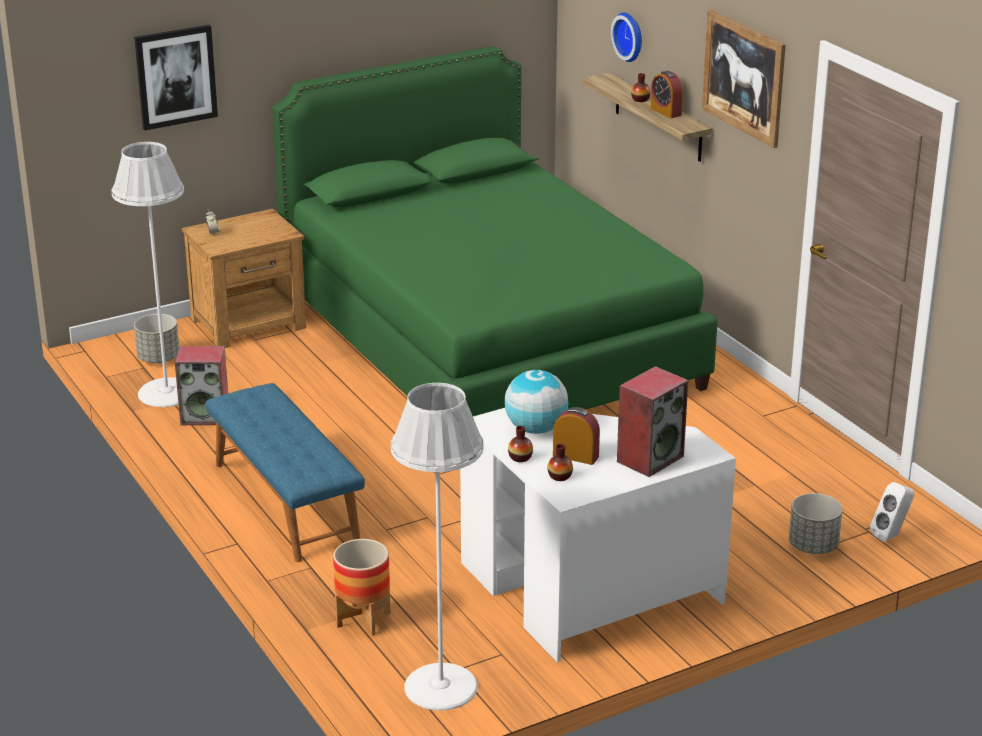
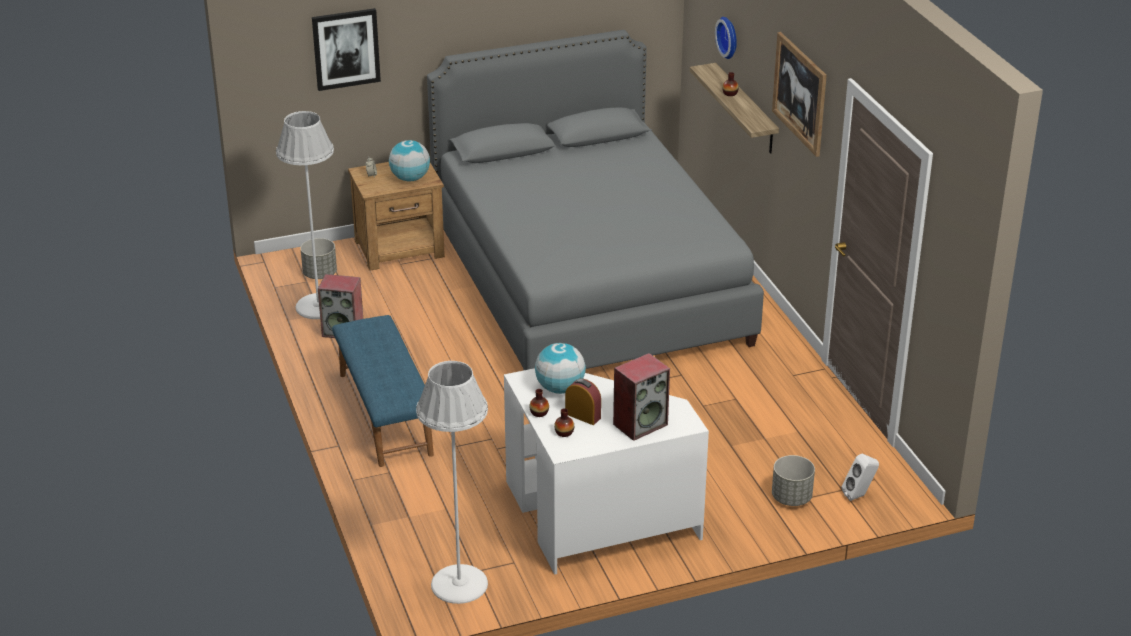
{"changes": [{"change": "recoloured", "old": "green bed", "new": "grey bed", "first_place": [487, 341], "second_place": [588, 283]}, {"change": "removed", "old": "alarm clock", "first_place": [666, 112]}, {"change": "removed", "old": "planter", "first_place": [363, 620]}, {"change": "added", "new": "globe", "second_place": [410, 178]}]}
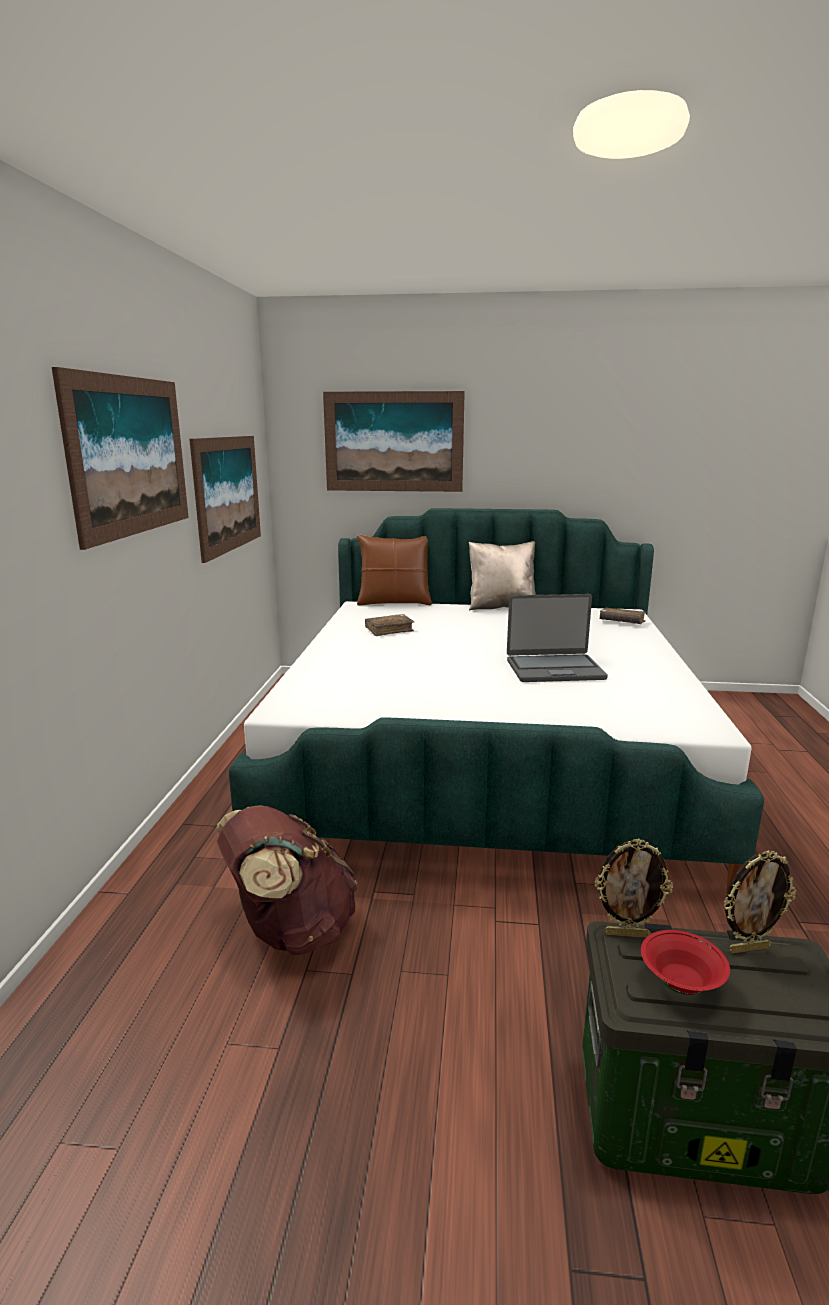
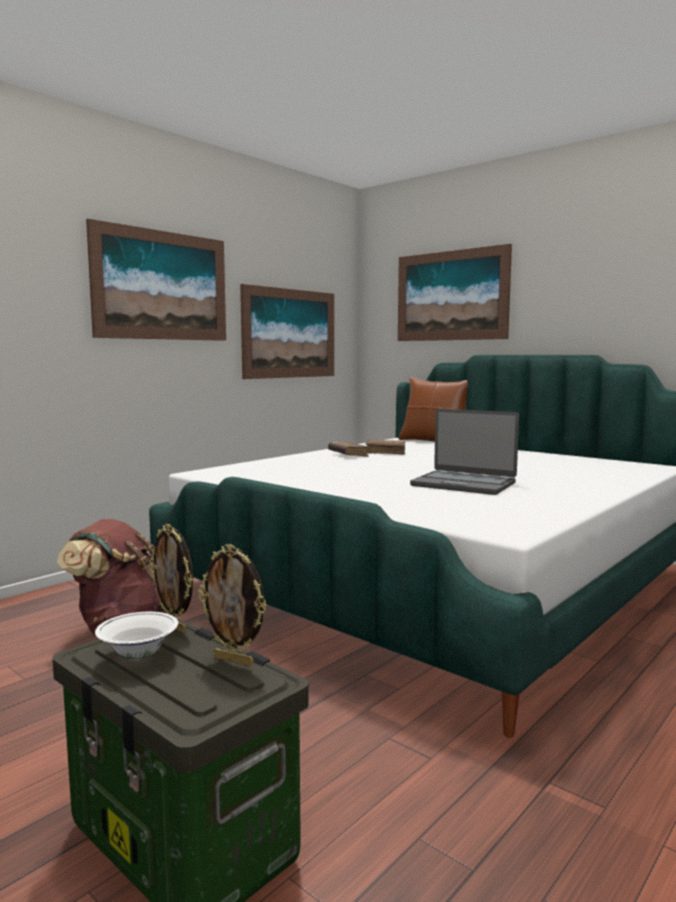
{"changes": [{"change": "removed", "old": "beige pillow", "first_place": [501, 606]}, {"change": "moved", "old": "brown book", "first_place": [621, 622], "second_place": [348, 455]}, {"change": "recoloured", "old": "red bowl", "new": "white bowl", "first_place": [681, 984], "second_place": [138, 655]}]}
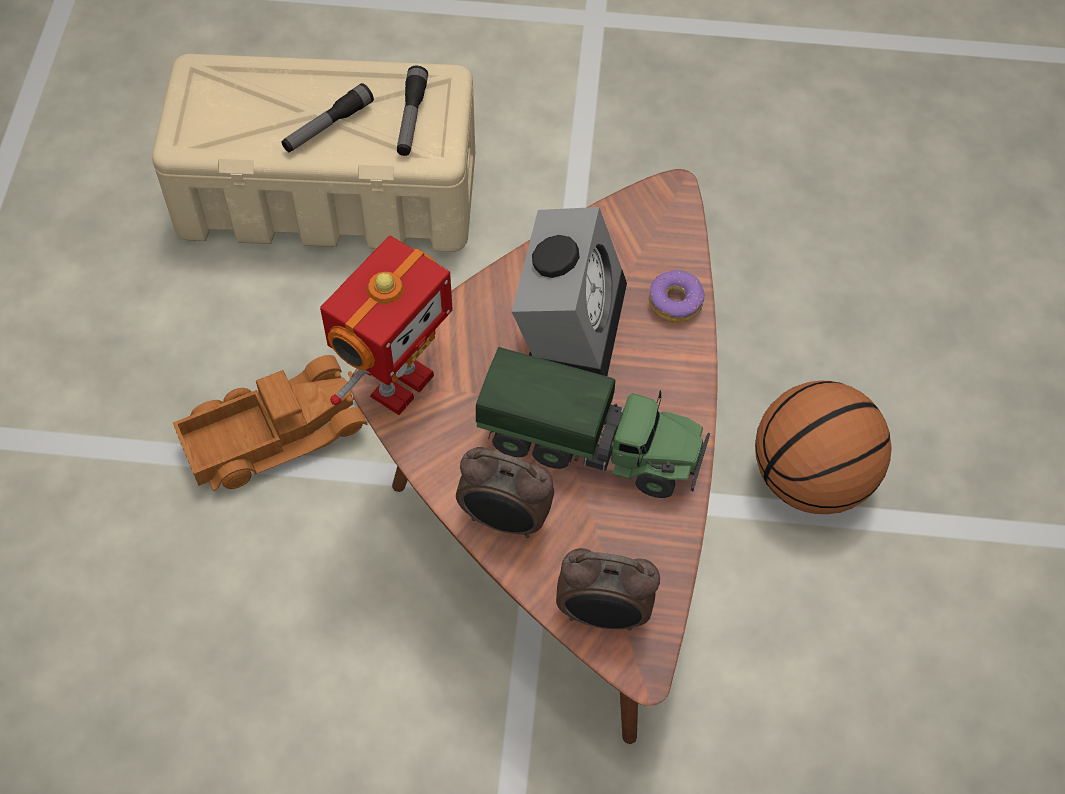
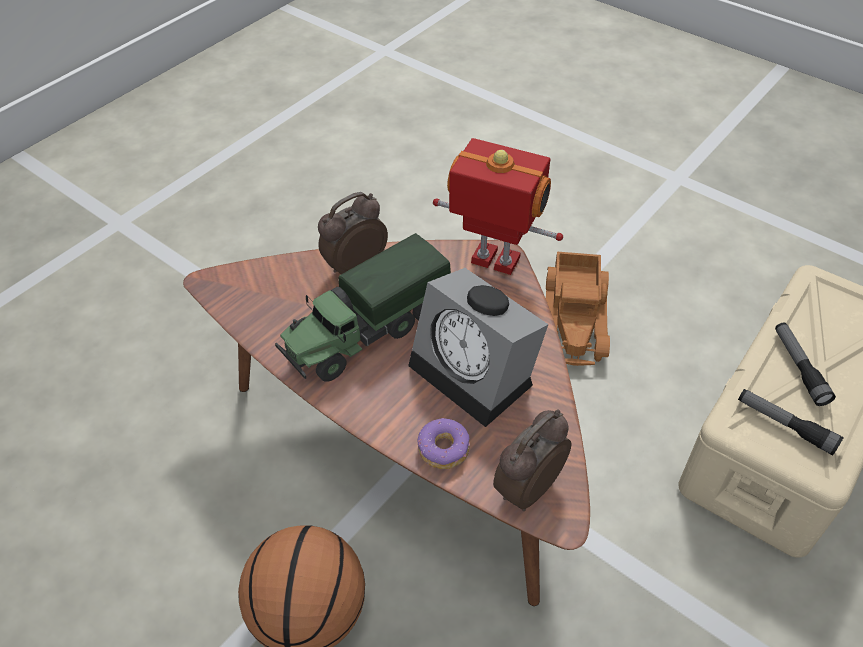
{"changes": [{"change": "turned", "old": "toy robot", "first_place": [398, 383], "second_place": [494, 262], "degrees": 135}, {"change": "moved", "old": "alarm clock", "first_place": [603, 615], "second_place": [526, 488]}]}
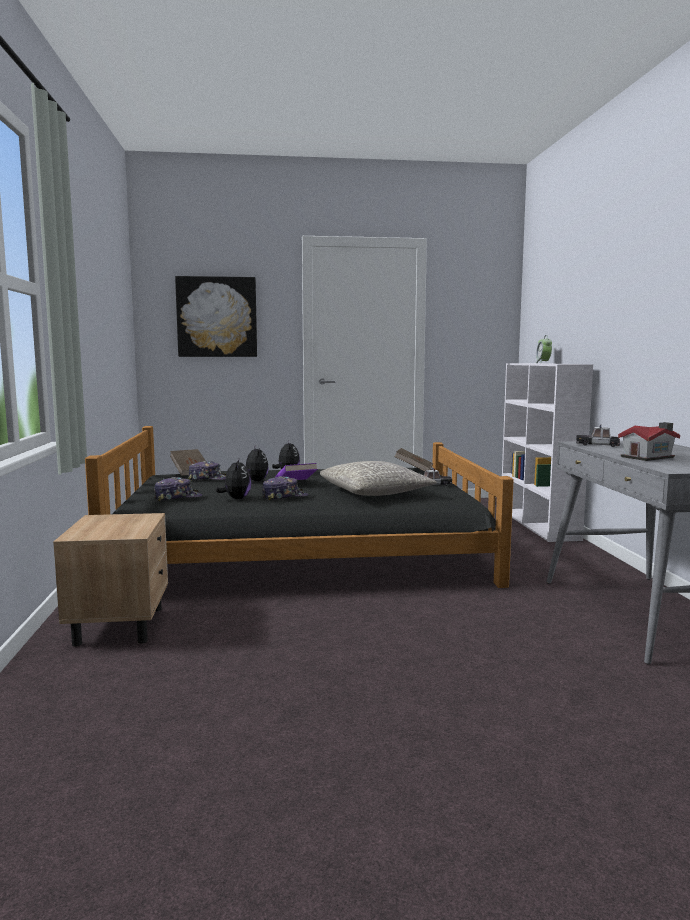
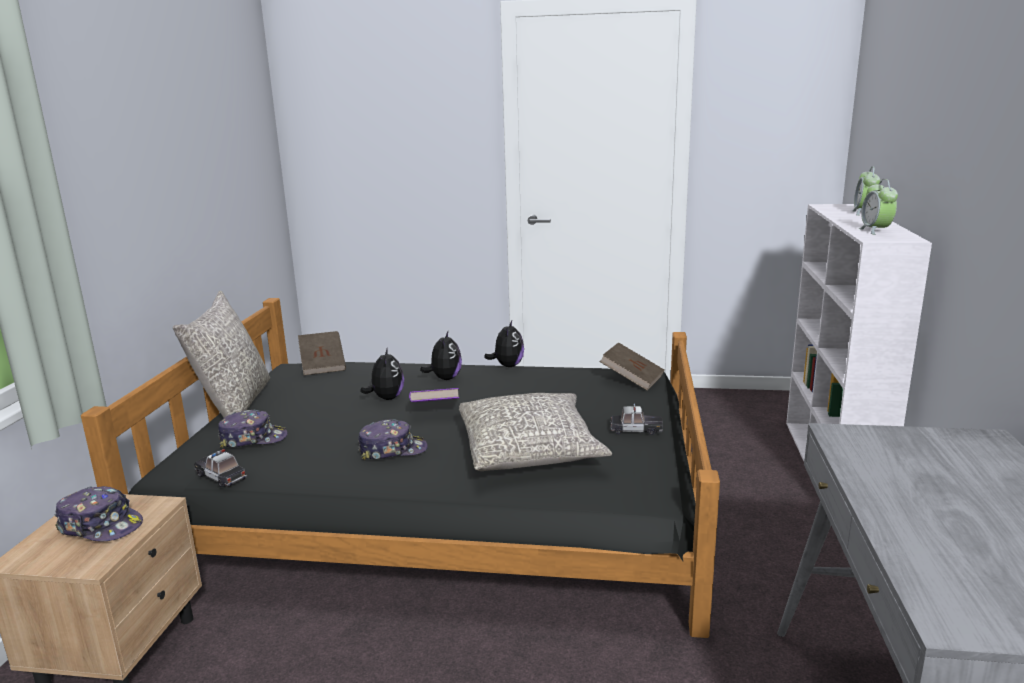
{"changes": [{"change": "removed", "old": "picture", "first_place": [217, 317]}, {"change": "removed", "old": "toy house", "first_place": [649, 457]}, {"change": "moved", "old": "toy car", "first_place": [597, 444], "second_place": [221, 475]}, {"change": "moved", "old": "plush toy", "first_place": [236, 498], "second_place": [507, 366]}, {"change": "moved", "old": "cap", "first_place": [208, 479], "second_place": [101, 526]}, {"change": "added", "new": "alarm clock", "second_place": [875, 231]}, {"change": "added", "new": "grey pillow", "second_place": [235, 404]}]}
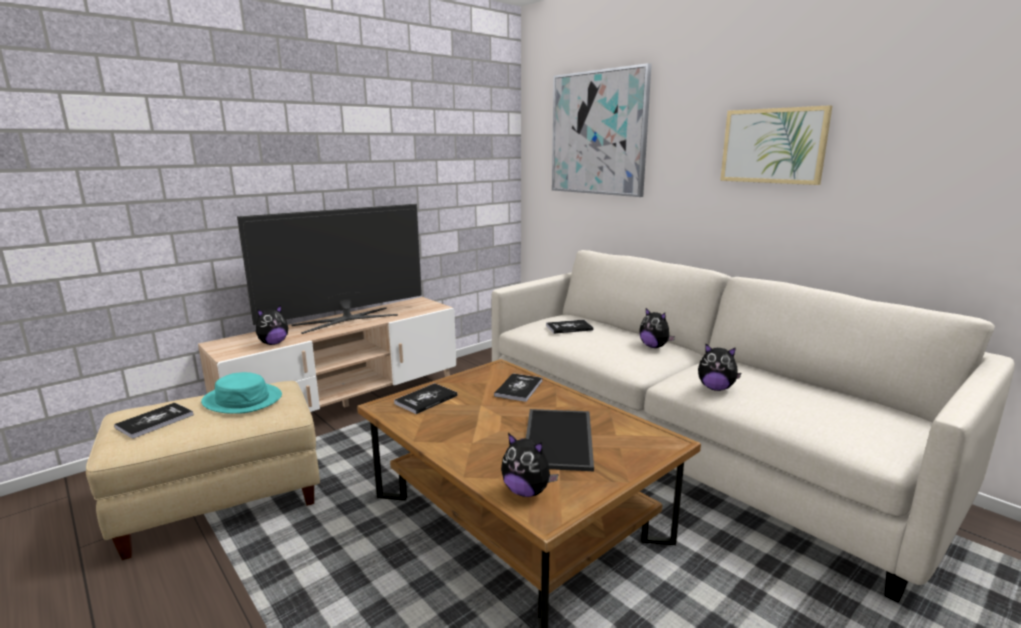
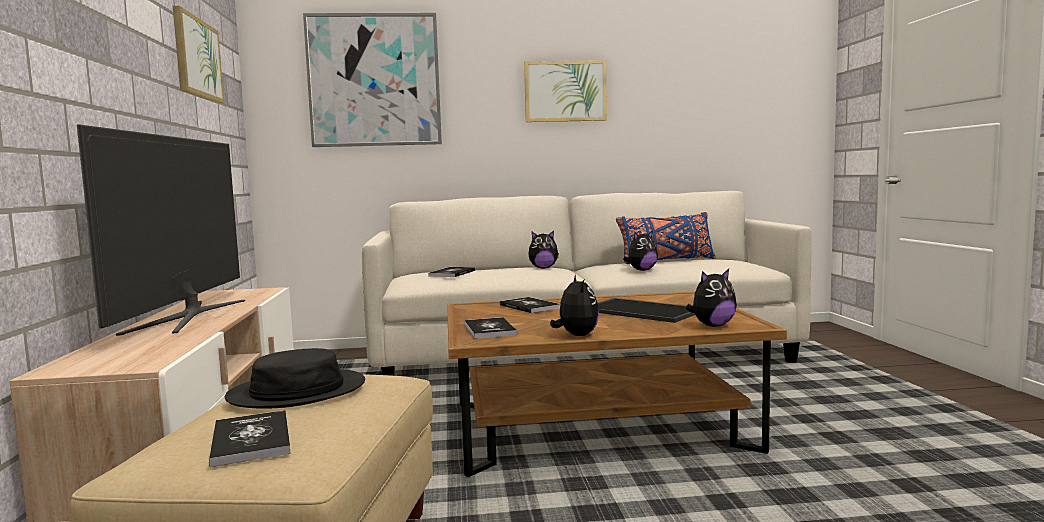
{"changes": [{"change": "moved", "old": "plush toy", "first_place": [273, 343], "second_place": [576, 335]}, {"change": "recoloured", "old": "turquoise hat", "new": "black hat", "first_place": [242, 399], "second_place": [297, 391]}, {"change": "added", "new": "picture", "second_place": [197, 58]}, {"change": "added", "new": "blue pillow", "second_place": [666, 261]}]}
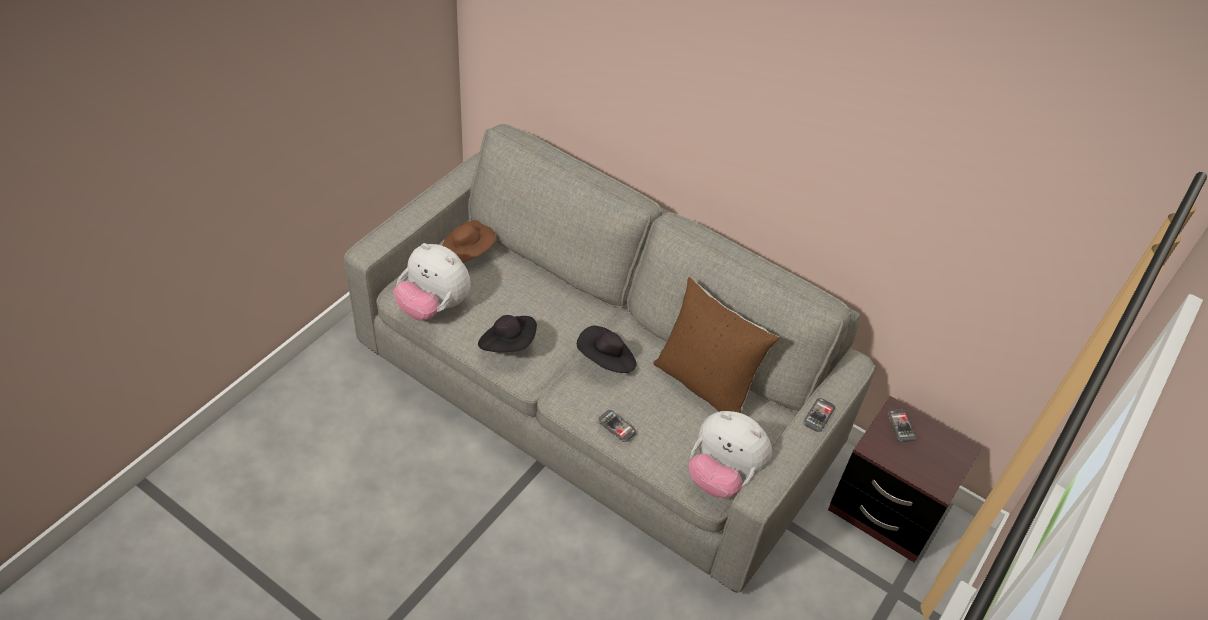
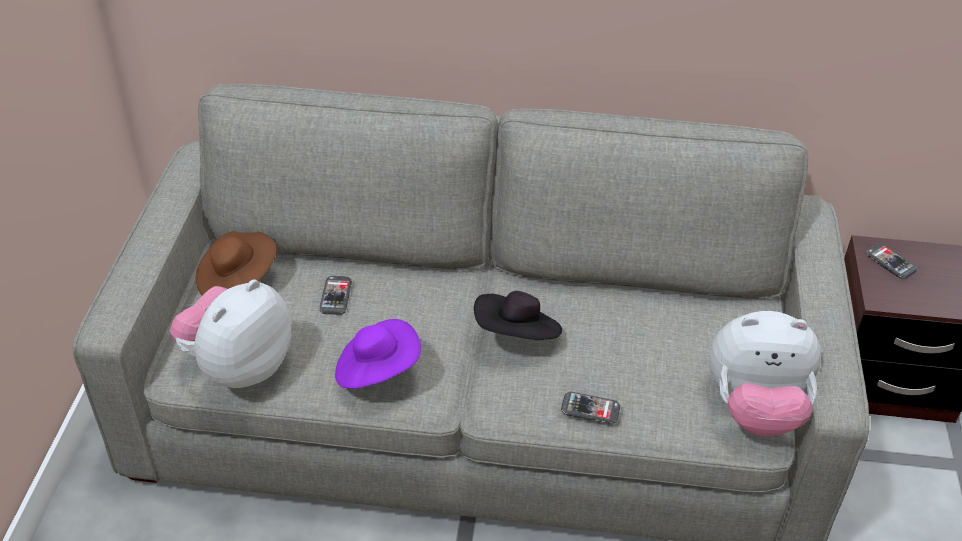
{"changes": [{"change": "turned", "old": "plush toy", "first_place": [434, 306], "second_place": [239, 366], "degrees": 120}, {"change": "removed", "old": "brown pillow", "first_place": [705, 383]}, {"change": "recoloured", "old": "black hat", "new": "purple hat", "first_place": [508, 344], "second_place": [377, 370]}, {"change": "moved", "old": "phone", "first_place": [818, 415], "second_place": [335, 296]}]}
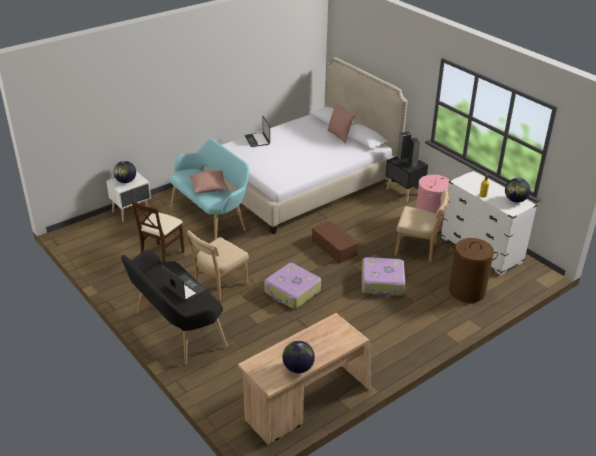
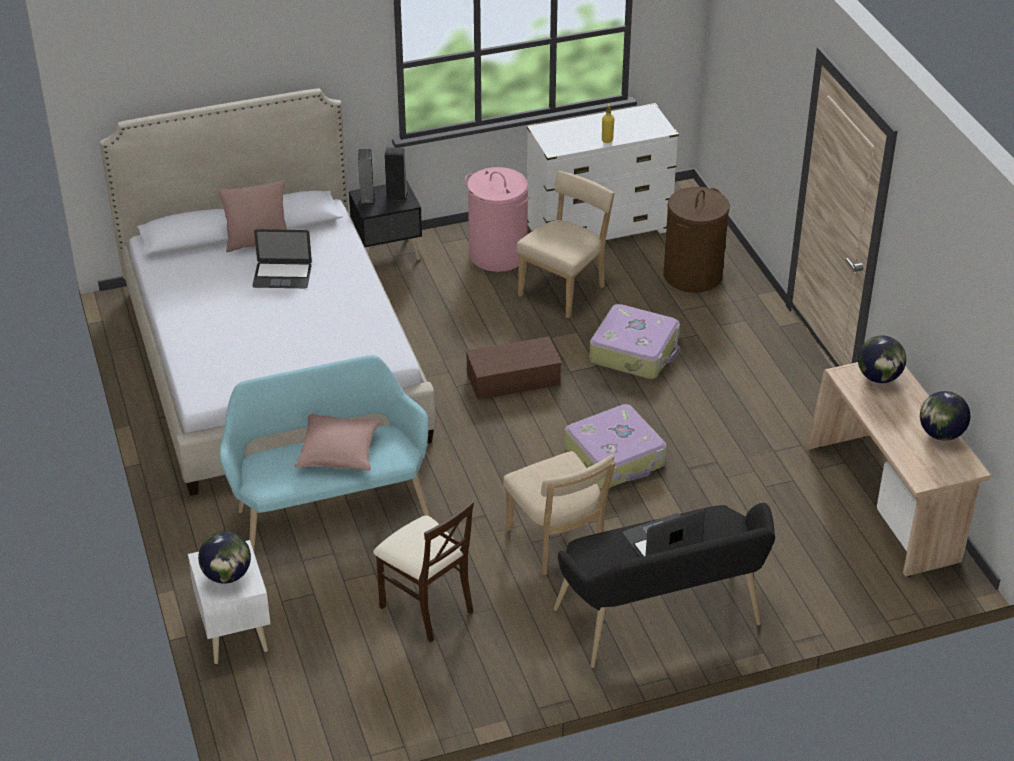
{"changes": [{"change": "moved", "old": "laptop", "first_place": [257, 140], "second_place": [282, 275]}, {"change": "moved", "old": "globe", "first_place": [515, 200], "second_place": [878, 377]}]}
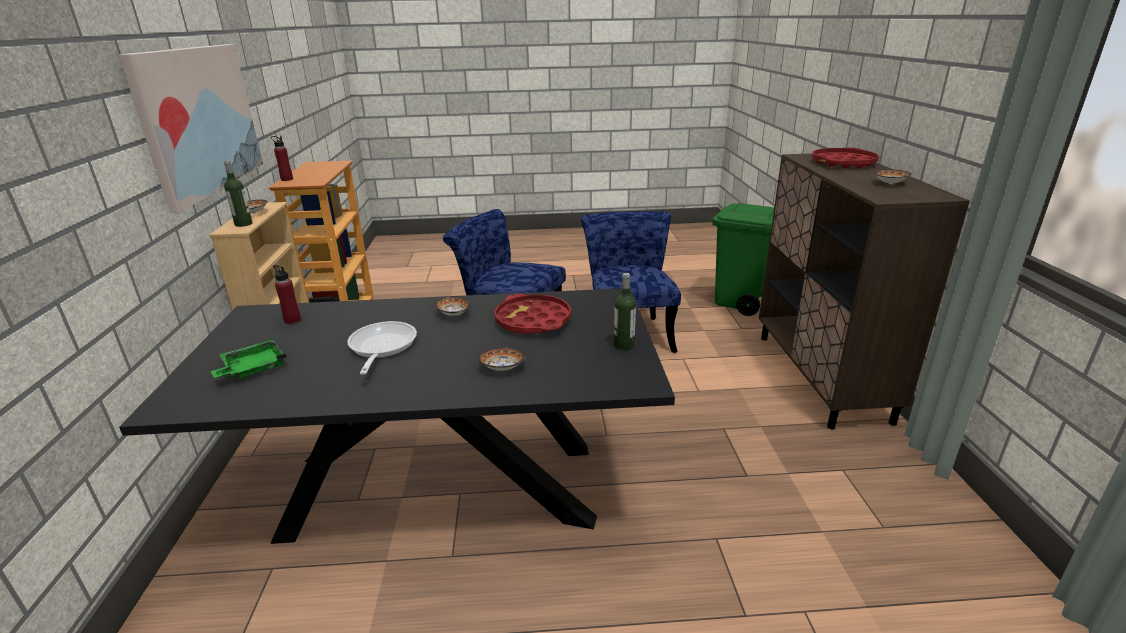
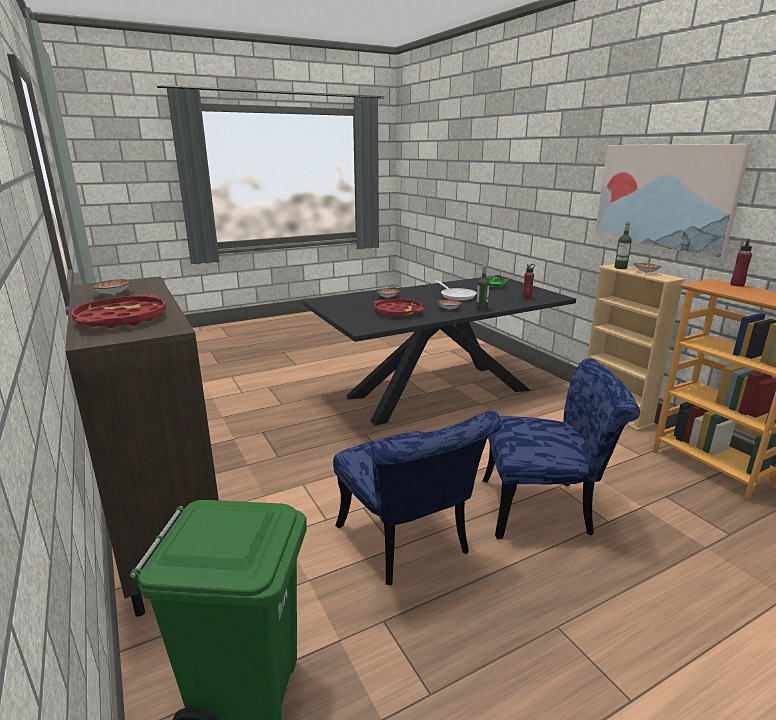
{"changes": [{"change": "moved", "old": "bottle", "first_place": [624, 346], "second_place": [481, 309]}]}
